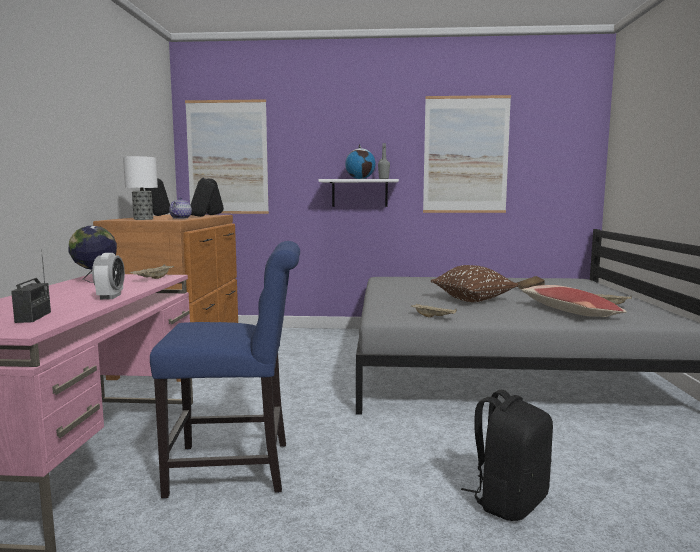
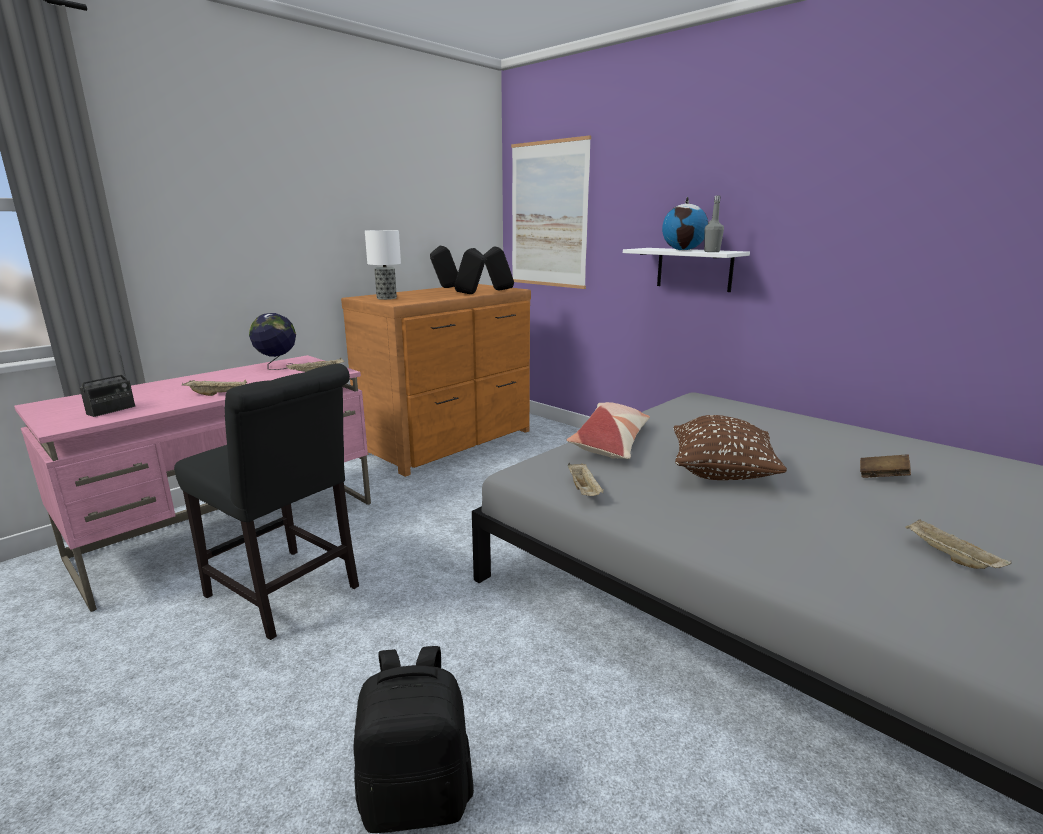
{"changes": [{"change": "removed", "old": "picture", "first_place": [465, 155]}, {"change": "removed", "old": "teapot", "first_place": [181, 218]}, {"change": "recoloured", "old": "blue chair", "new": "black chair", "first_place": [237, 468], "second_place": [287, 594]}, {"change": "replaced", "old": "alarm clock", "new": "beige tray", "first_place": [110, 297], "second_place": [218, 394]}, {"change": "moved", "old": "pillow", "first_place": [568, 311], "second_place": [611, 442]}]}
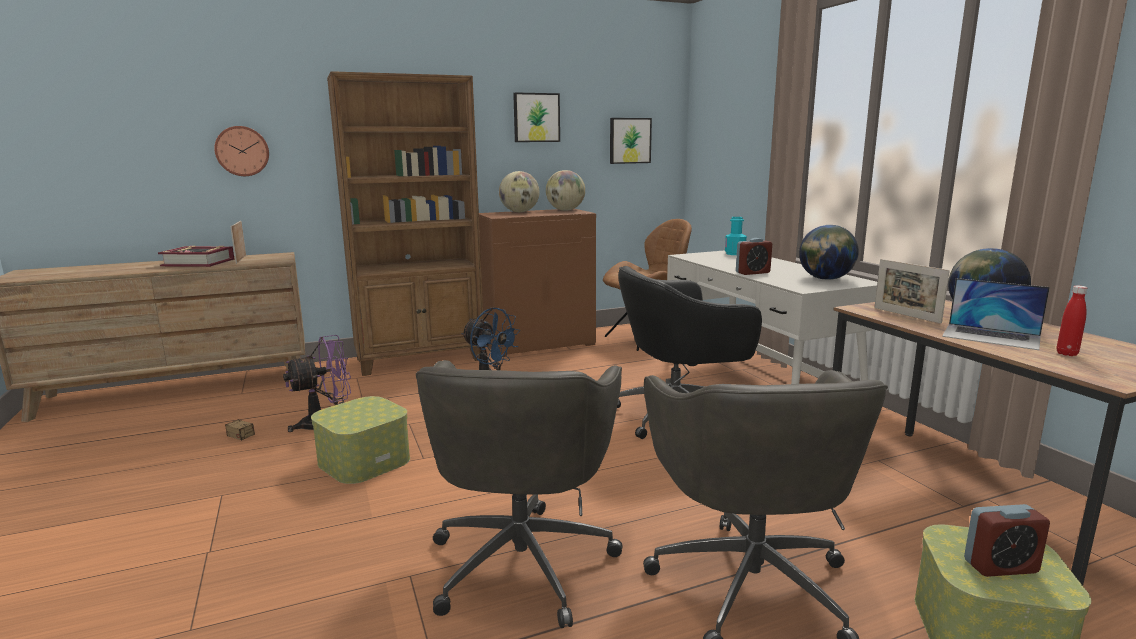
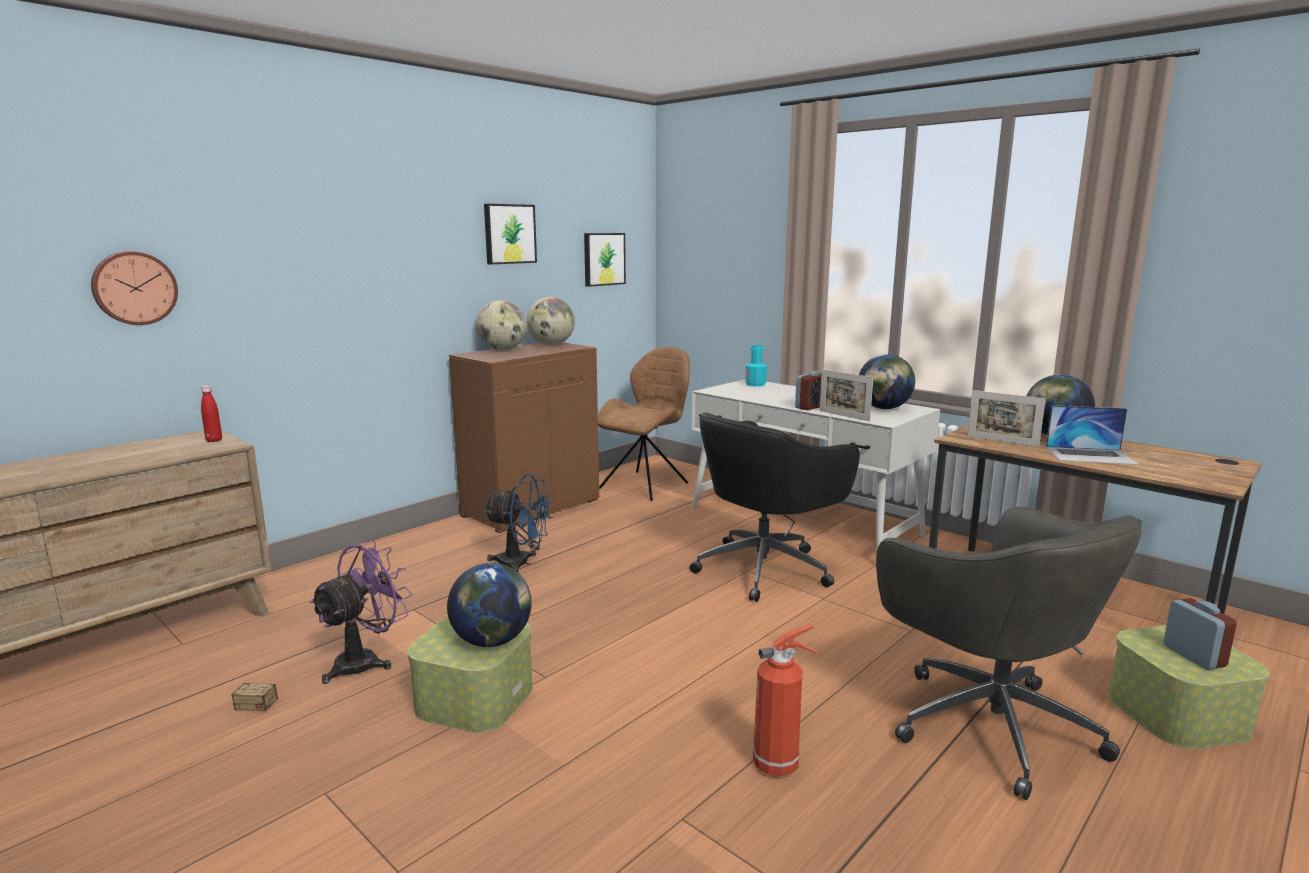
{"changes": [{"change": "removed", "old": "brown bookcase", "first_place": [420, 359]}, {"change": "moved", "old": "picture frame", "first_place": [241, 259], "second_place": [844, 415]}, {"change": "removed", "old": "book", "first_place": [198, 263]}, {"change": "moved", "old": "red bottle", "first_place": [1066, 353], "second_place": [214, 440]}, {"change": "replaced", "old": "grey office chair", "new": "fire extinguisher", "first_place": [523, 560], "second_place": [778, 764]}, {"change": "turned", "old": "alarm clock", "first_place": [1000, 566], "second_place": [1194, 656], "degrees": -75}, {"change": "added", "new": "globe", "second_place": [492, 641]}]}
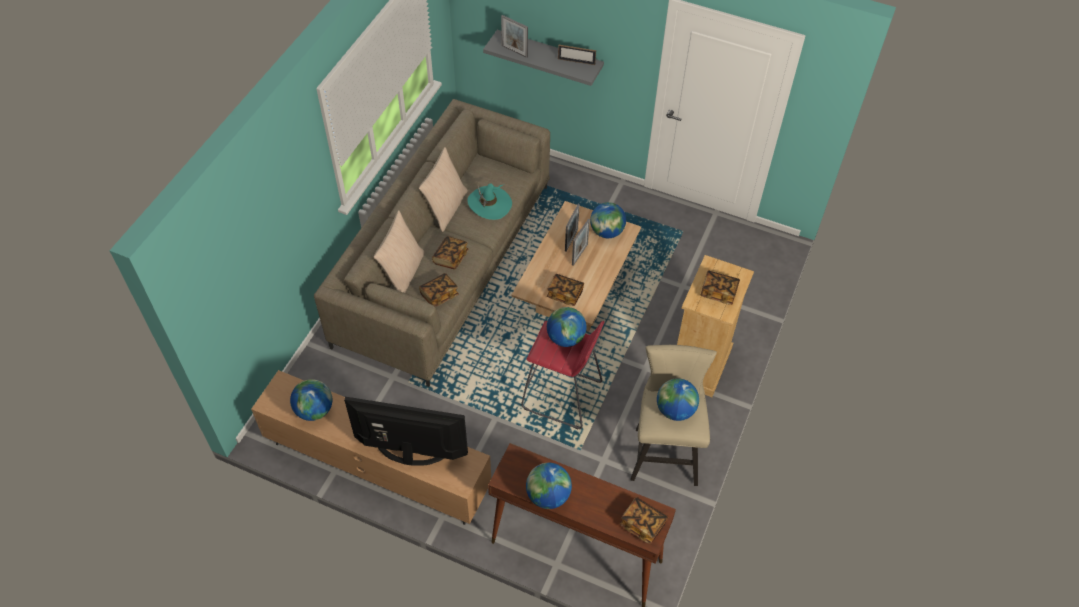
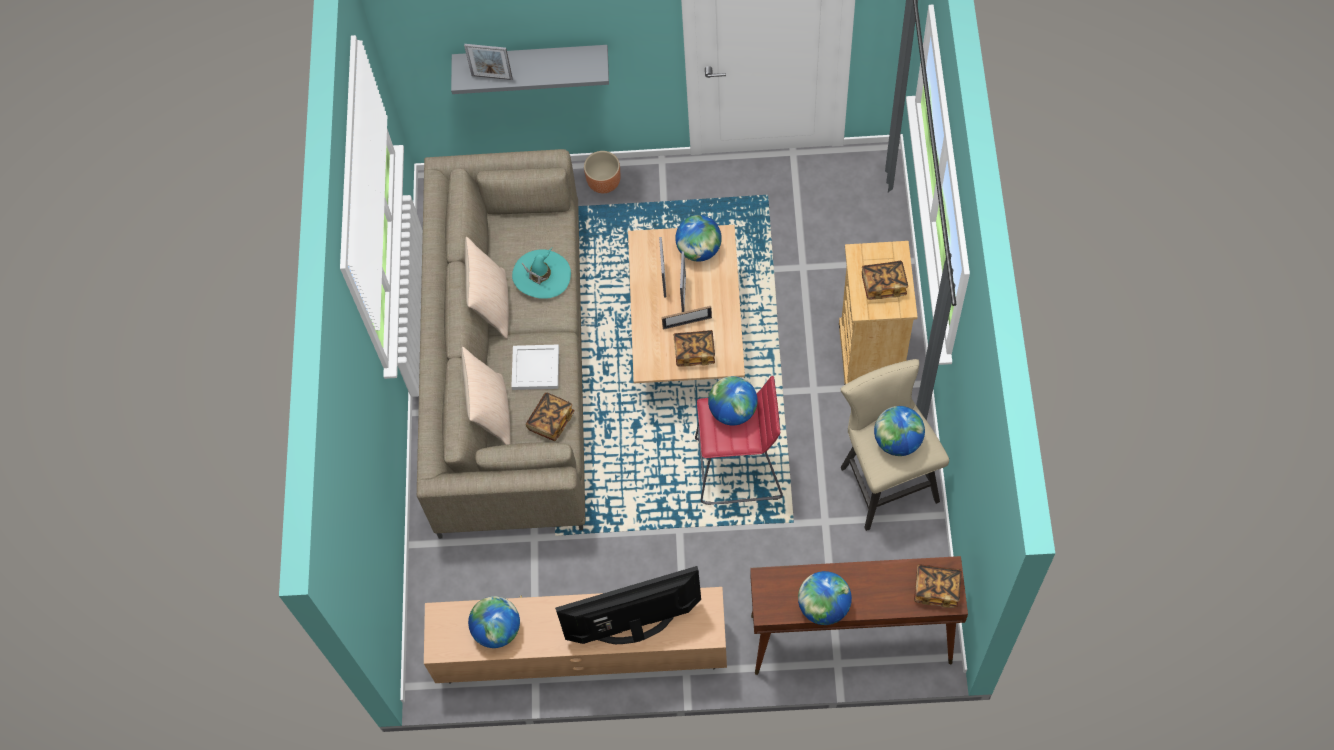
{"changes": [{"change": "moved", "old": "picture frame", "first_place": [576, 61], "second_place": [687, 323]}, {"change": "replaced", "old": "book", "new": "white tray", "first_place": [450, 258], "second_place": [536, 367]}, {"change": "added", "new": "brown planter", "second_place": [604, 183]}]}
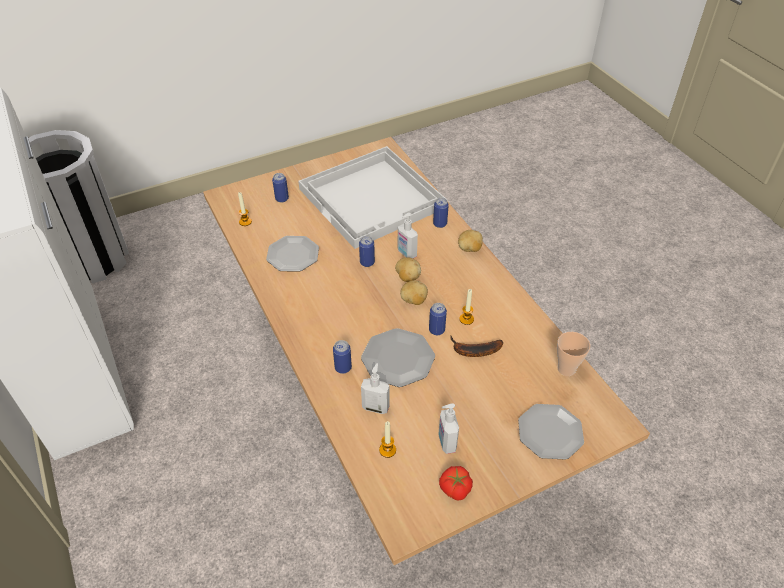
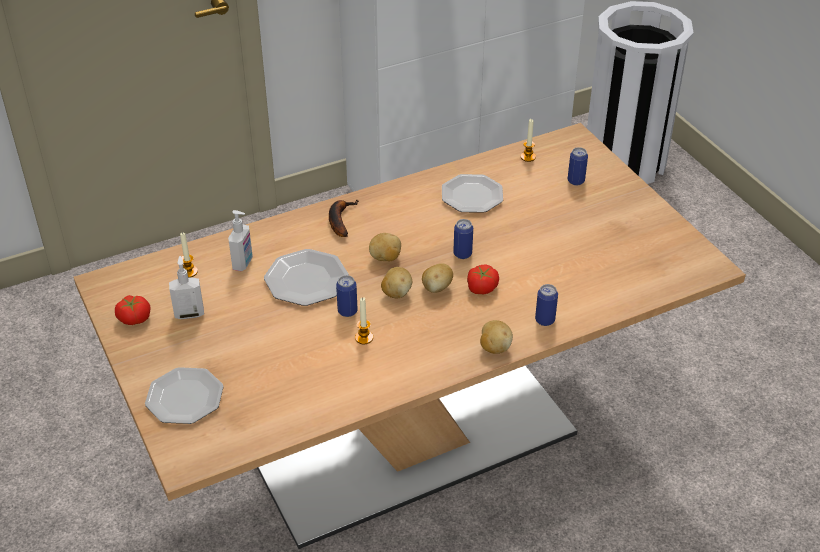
{"changes": [{"change": "removed", "old": "white tray", "first_place": [373, 198]}, {"change": "replaced", "old": "soap dispenser", "new": "tomato", "first_place": [406, 253], "second_place": [481, 287]}, {"change": "removed", "old": "cup", "first_place": [566, 369]}, {"change": "moved", "old": "banana", "first_place": [473, 351], "second_place": [339, 220]}, {"change": "removed", "old": "can", "first_place": [343, 368]}, {"change": "added", "new": "potato", "second_place": [385, 258]}]}
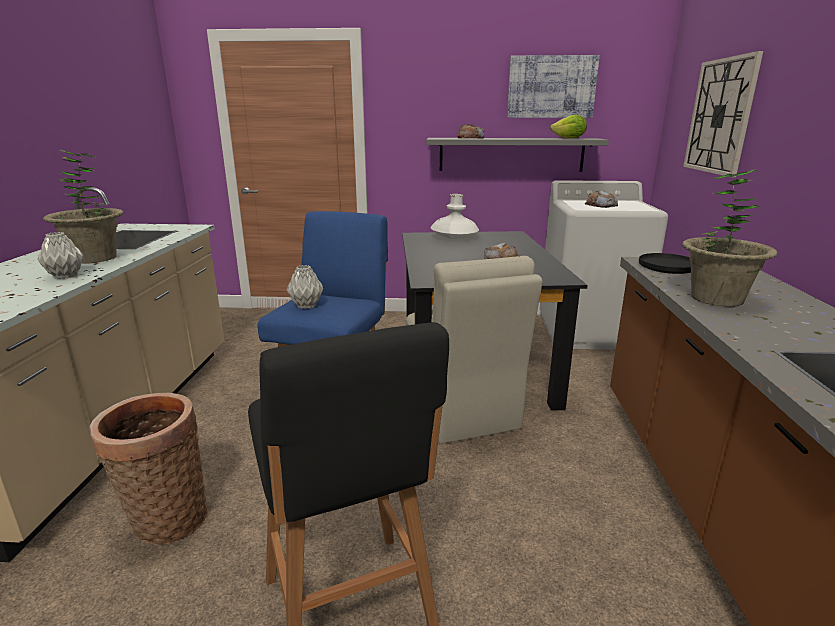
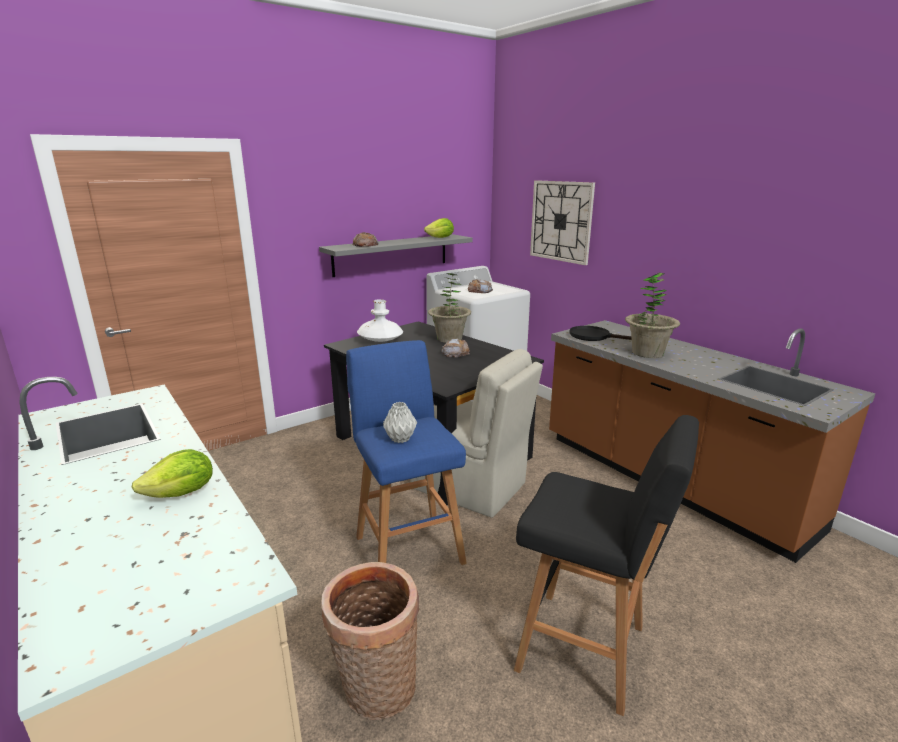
{"changes": [{"change": "removed", "old": "picture", "first_place": [551, 87]}, {"change": "moved", "old": "potted plant", "first_place": [94, 258], "second_place": [449, 339]}, {"change": "replaced", "old": "grey vase", "new": "lettuce", "first_place": [65, 276], "second_place": [182, 494]}]}
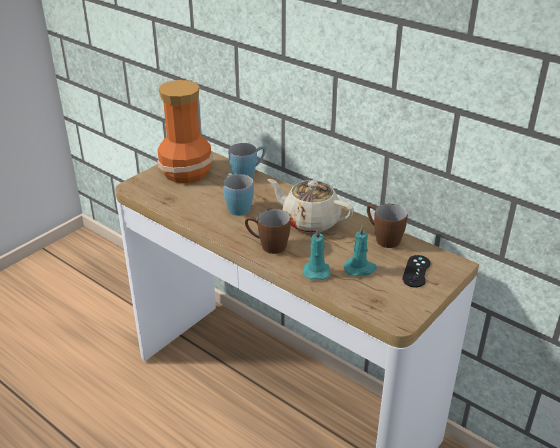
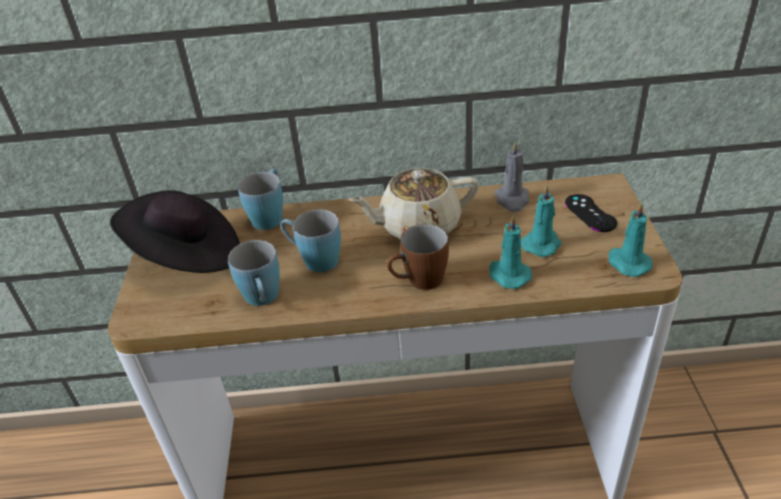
{"changes": [{"change": "replaced", "old": "vase", "new": "black hat", "first_place": [186, 172], "second_place": [187, 256]}, {"change": "replaced", "old": "brown mug", "new": "grey candle", "first_place": [382, 238], "second_place": [512, 200]}, {"change": "added", "new": "turquoise candle", "second_place": [627, 263]}, {"change": "added", "new": "blue mug", "second_place": [263, 299]}]}
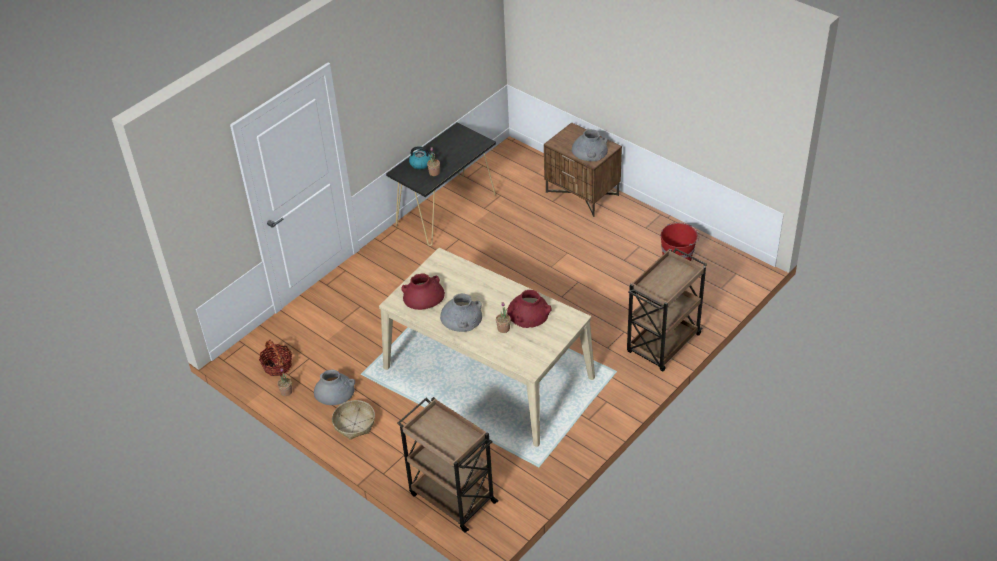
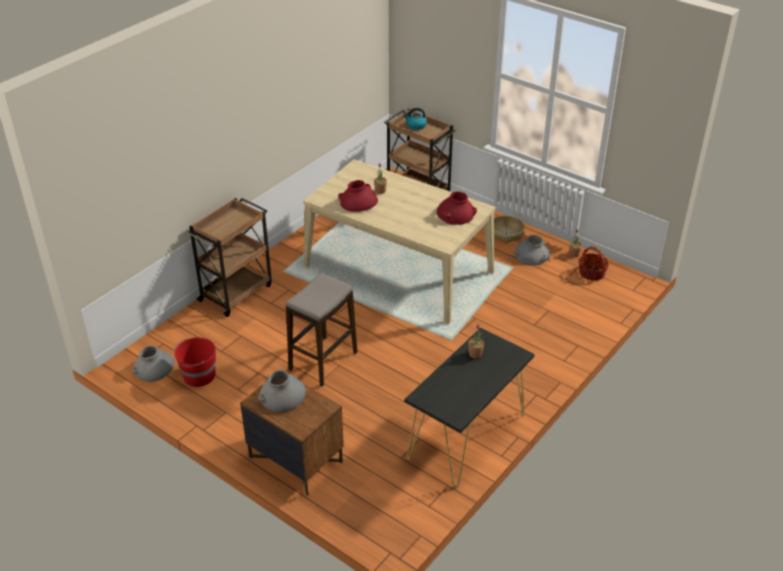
{"changes": [{"change": "moved", "old": "kettle", "first_place": [421, 163], "second_place": [416, 125]}, {"change": "moved", "old": "grey vase", "first_place": [461, 317], "second_place": [153, 368]}, {"change": "added", "new": "stool", "second_place": [323, 361]}]}
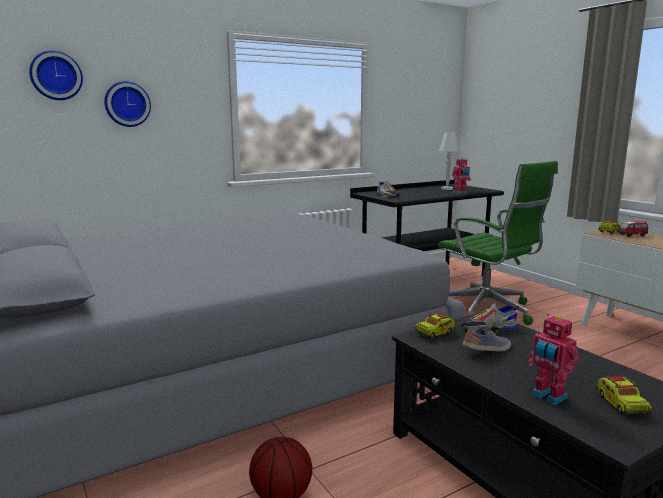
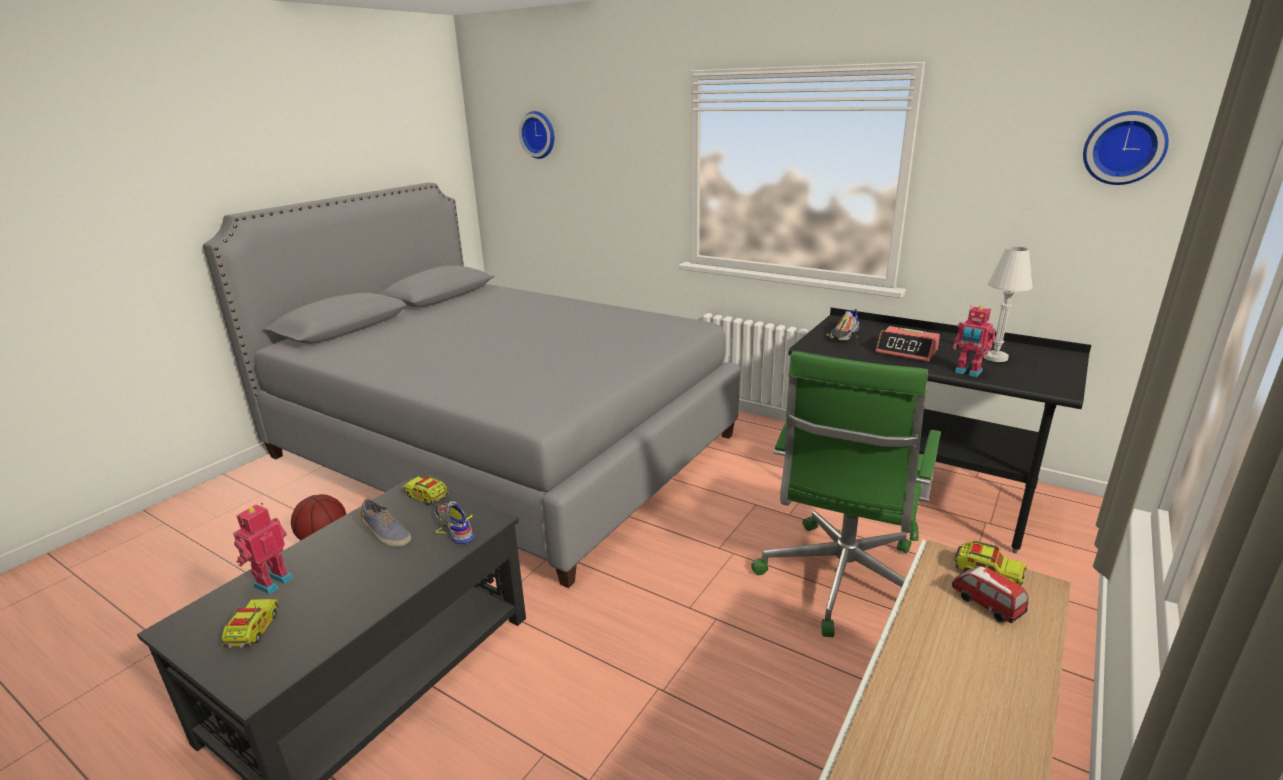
{"changes": [{"change": "moved", "old": "wall clock", "first_place": [127, 104], "second_place": [1124, 148]}, {"change": "turned", "old": "toy truck", "first_place": [621, 404], "second_place": [253, 630], "degrees": 120}, {"change": "added", "new": "alarm clock", "second_place": [907, 351]}]}
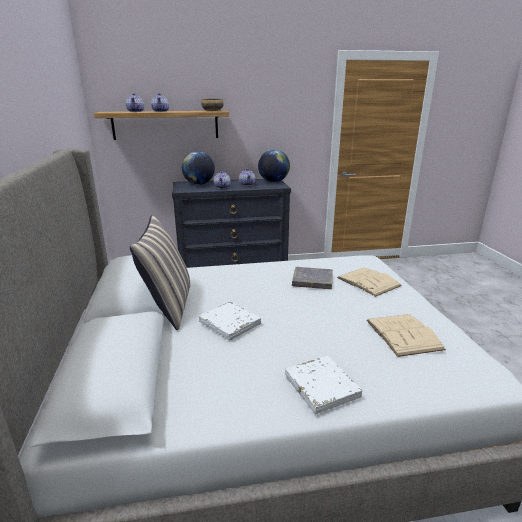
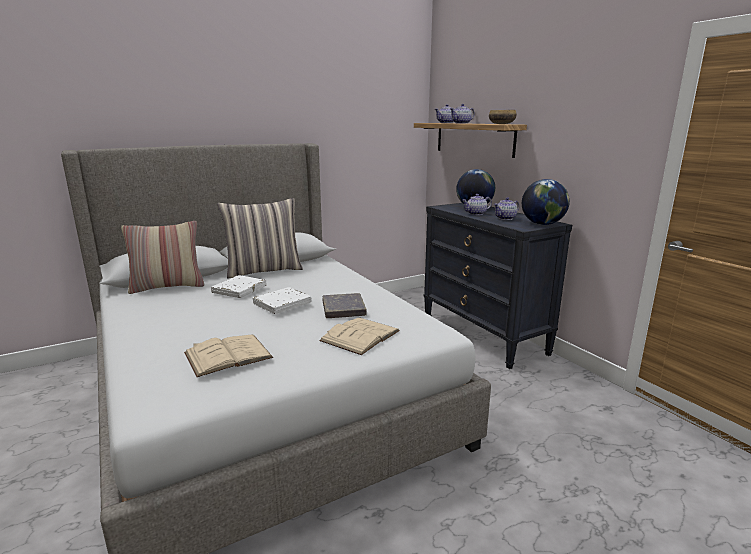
{"changes": [{"change": "moved", "old": "white book", "first_place": [321, 387], "second_place": [282, 304]}, {"change": "added", "new": "pillow", "second_place": [168, 287]}]}
